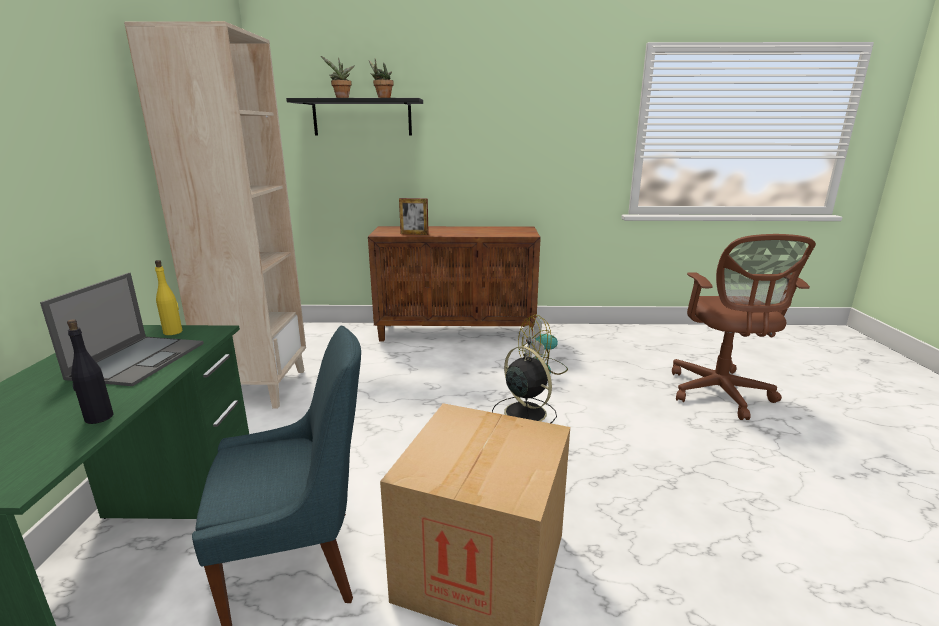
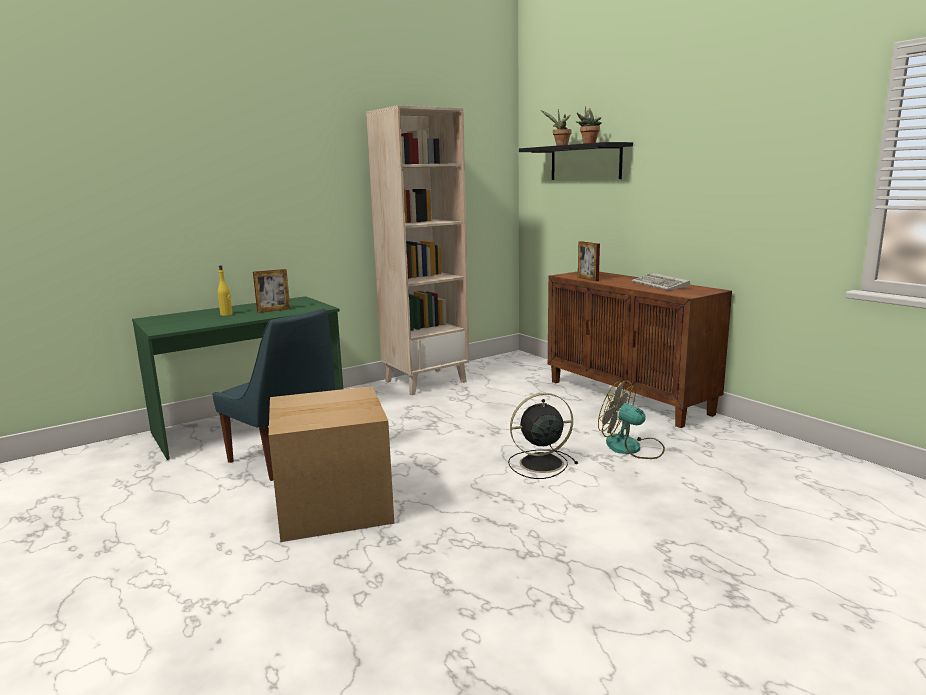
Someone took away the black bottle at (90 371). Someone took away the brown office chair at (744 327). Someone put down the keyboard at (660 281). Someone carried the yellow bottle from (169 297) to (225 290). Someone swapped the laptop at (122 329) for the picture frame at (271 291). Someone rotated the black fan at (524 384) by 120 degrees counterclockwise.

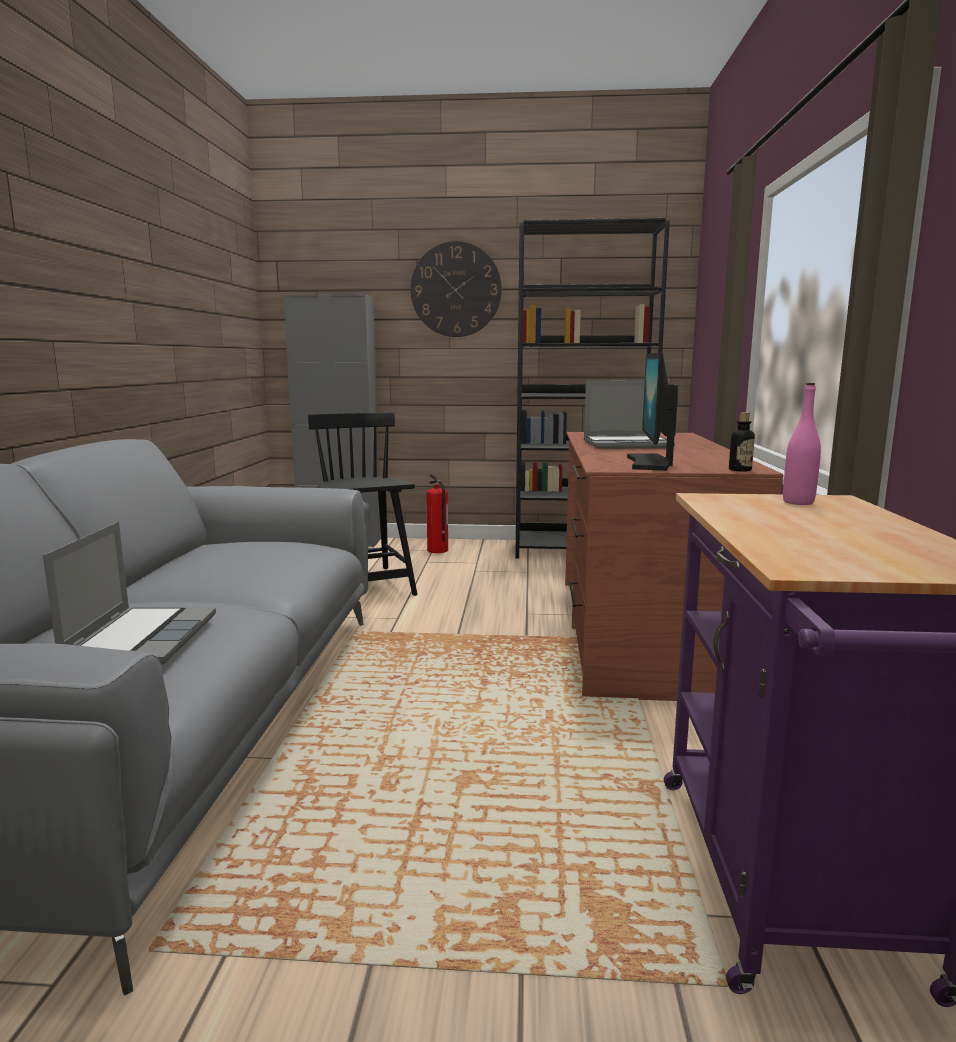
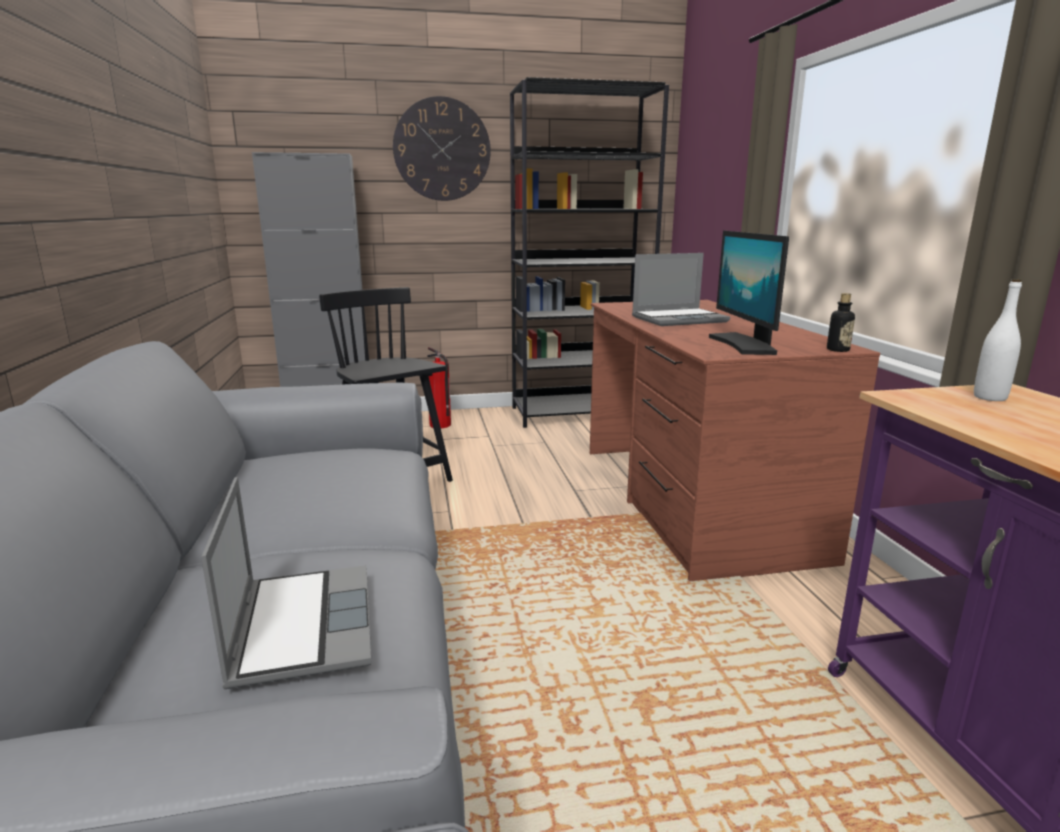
Someone repainted the pink bottle at (802 444), which became the white bottle at (998 340).

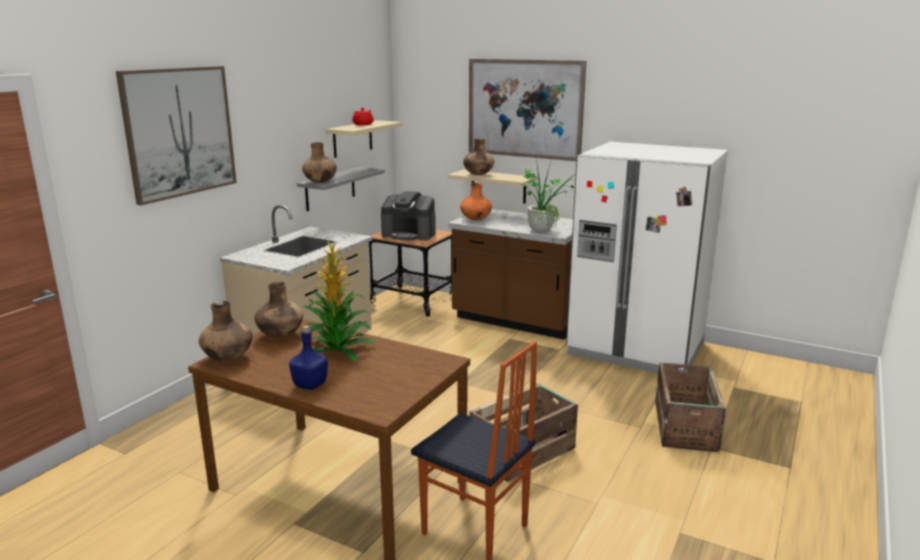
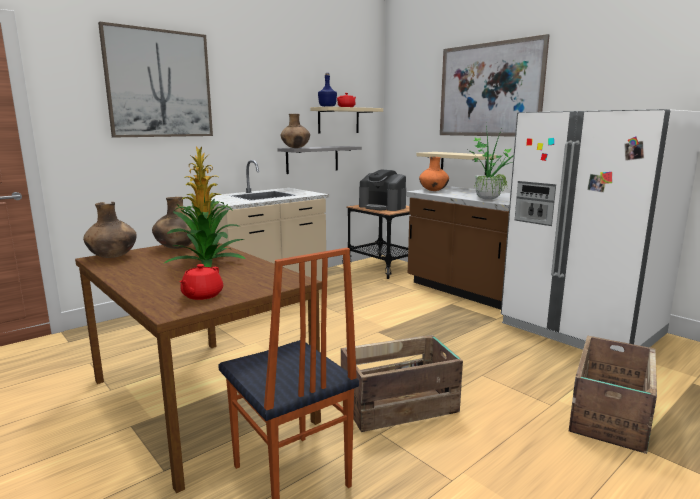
Someone took away the brown vase at (478 157). Someone put down the red teapot at (201 282). Someone carried the blue bottle from (308 358) to (327 90).

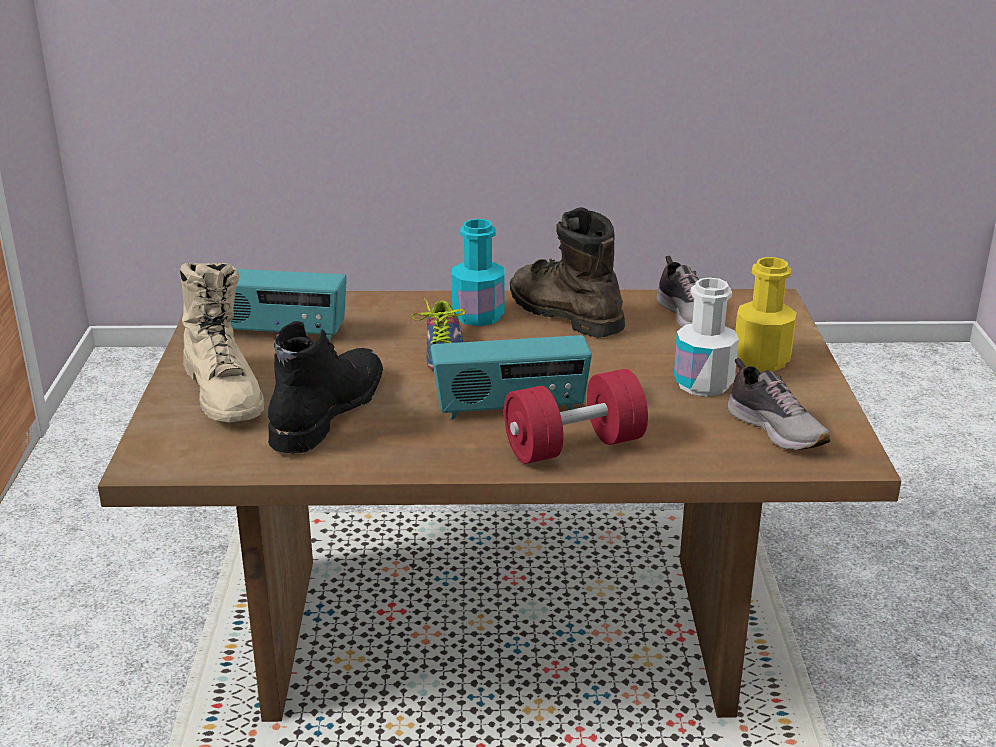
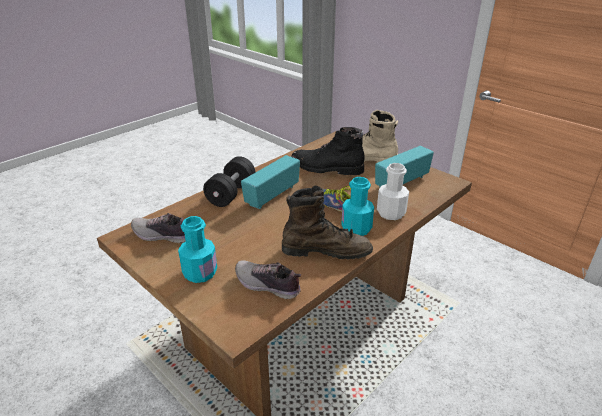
Someone carried the white bottle from (706 337) to (393 191). Someone repainted the red dumbbell at (576 416), which became the black dumbbell at (229 181). Someone repainted the yellow bottle at (765 314), which became the turquoise bottle at (197 249). Someone rotated the black boot at (325 387) by 135 degrees clockwise.

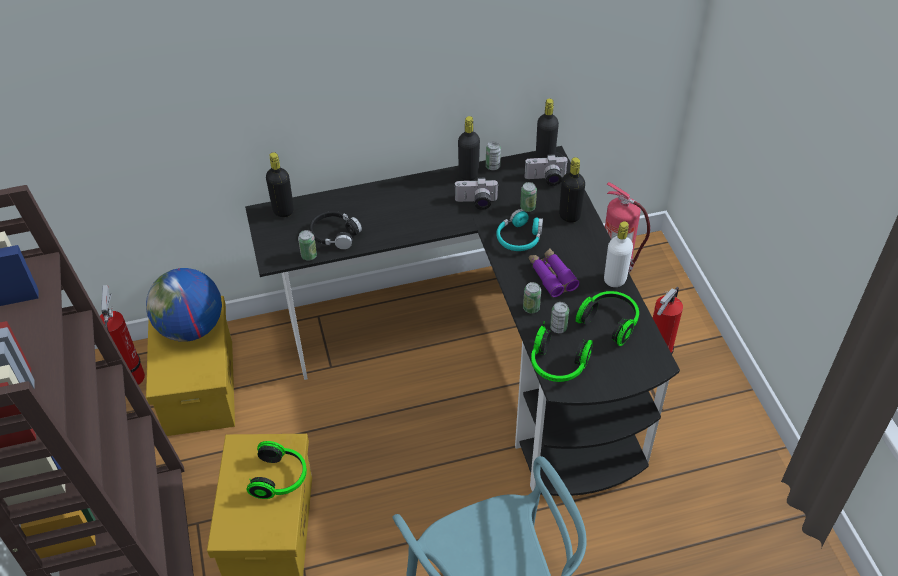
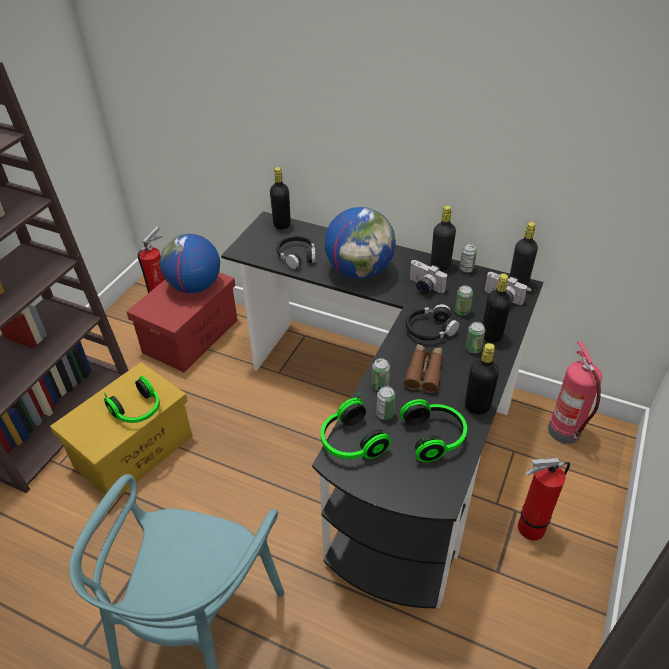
Someone put down the globe at (360 243). Someone carried the can from (307 245) to (475 337). Someone repainted the yellow storage box at (190 366), which became the red storage box at (181 322). Someone repainted the turquoise headphones at (519 230), which became the black headphones at (432 322). Someone repainted the purple binoculars at (554 273), which became the brown binoculars at (423 368). Someone repainted the white bottle at (618 254), which became the black bottle at (482 378).

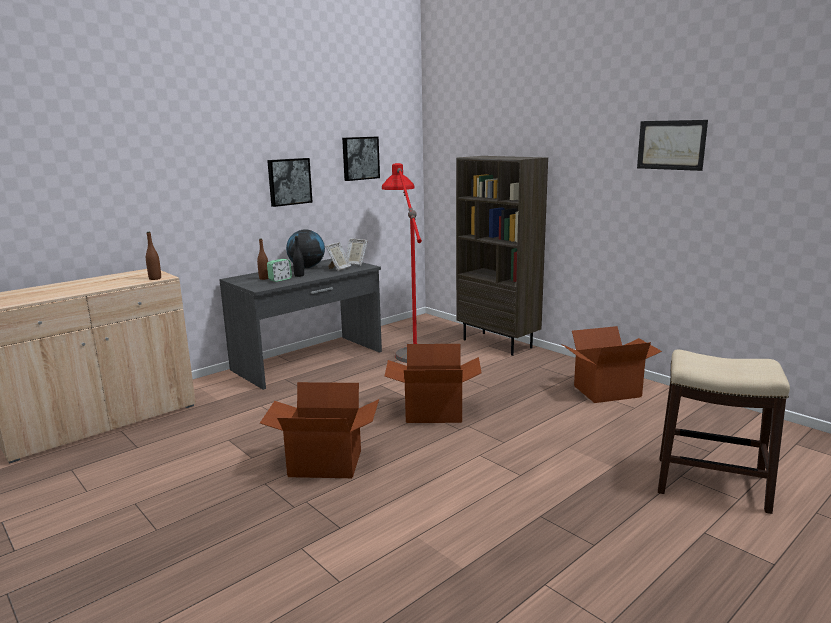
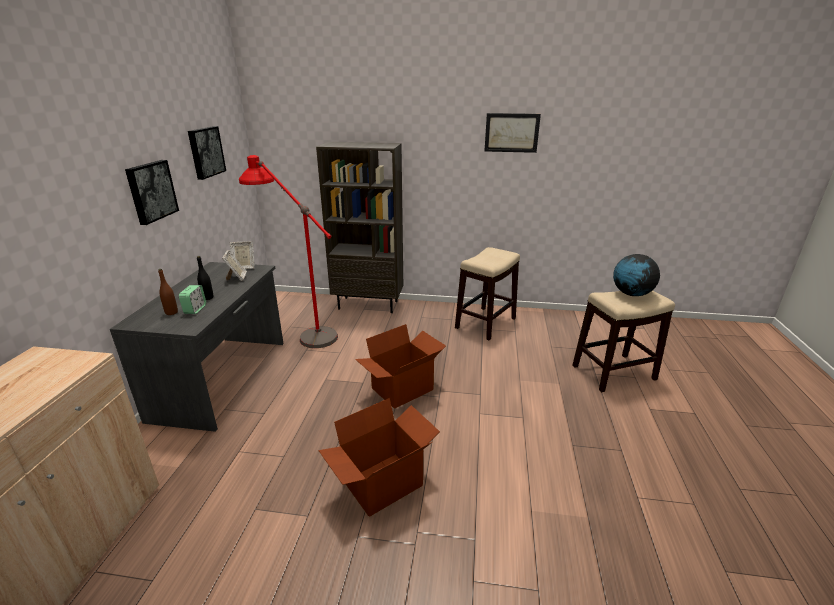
Someone took away the brown bottle at (153 256). Someone carried the globe from (305 248) to (636 275). Someone swapped the cardboard box at (611 364) for the stool at (487 293).

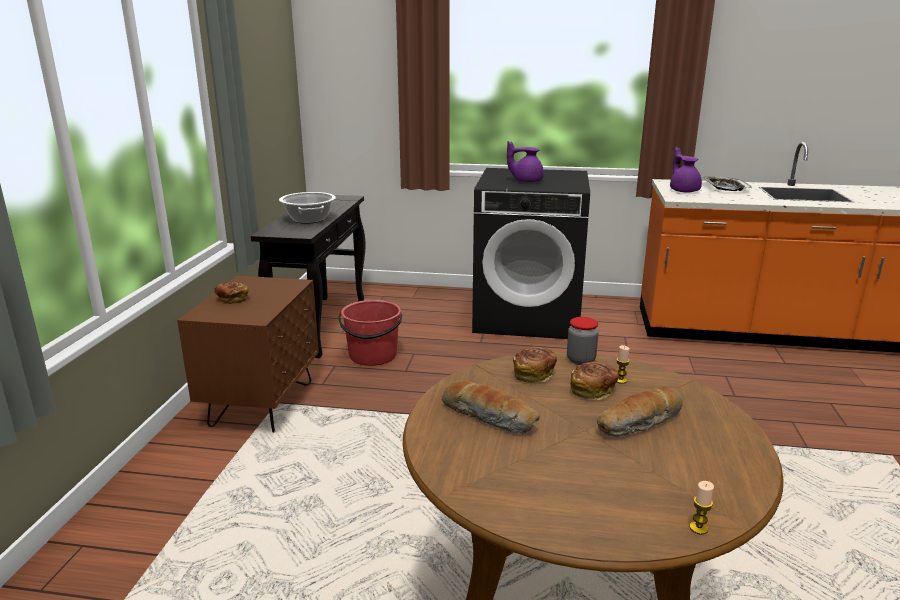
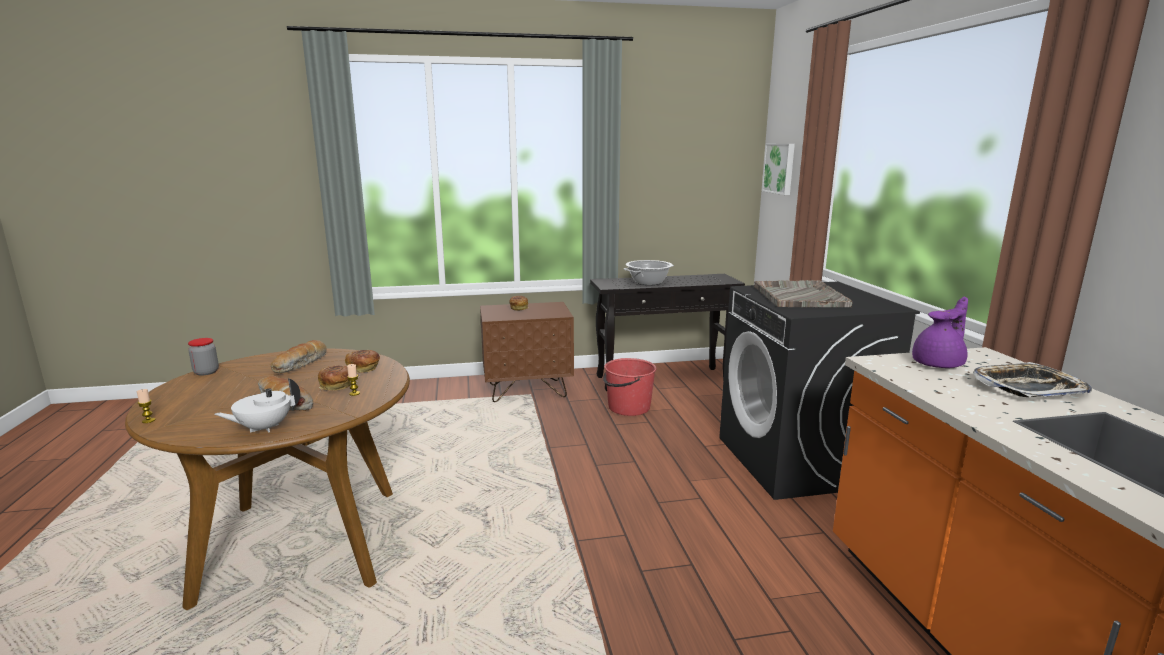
Someone put down the white teapot at (257 405). Someone put up the picture at (778 169). Someone carried the jar from (583 341) to (203 356). Someone swapped the purple teapot at (525 161) for the grey tray at (803 293).

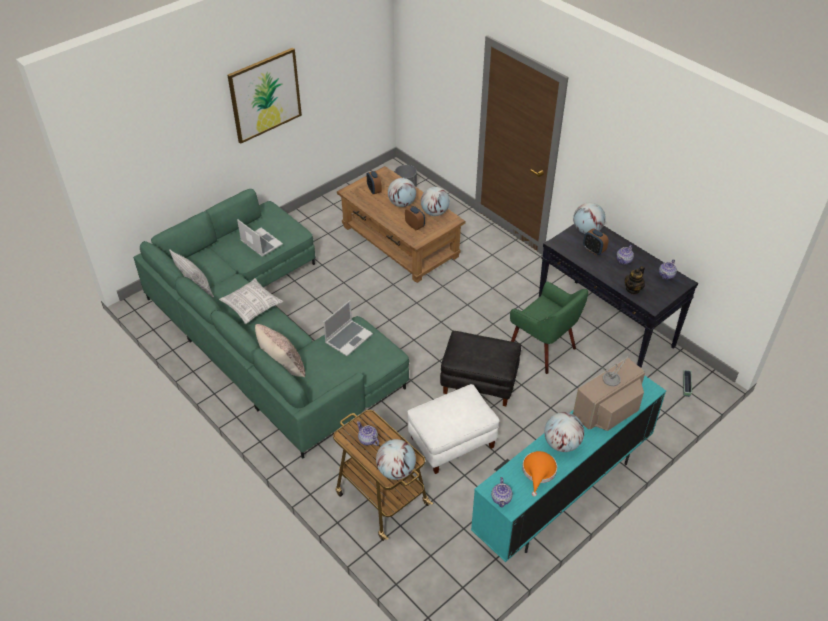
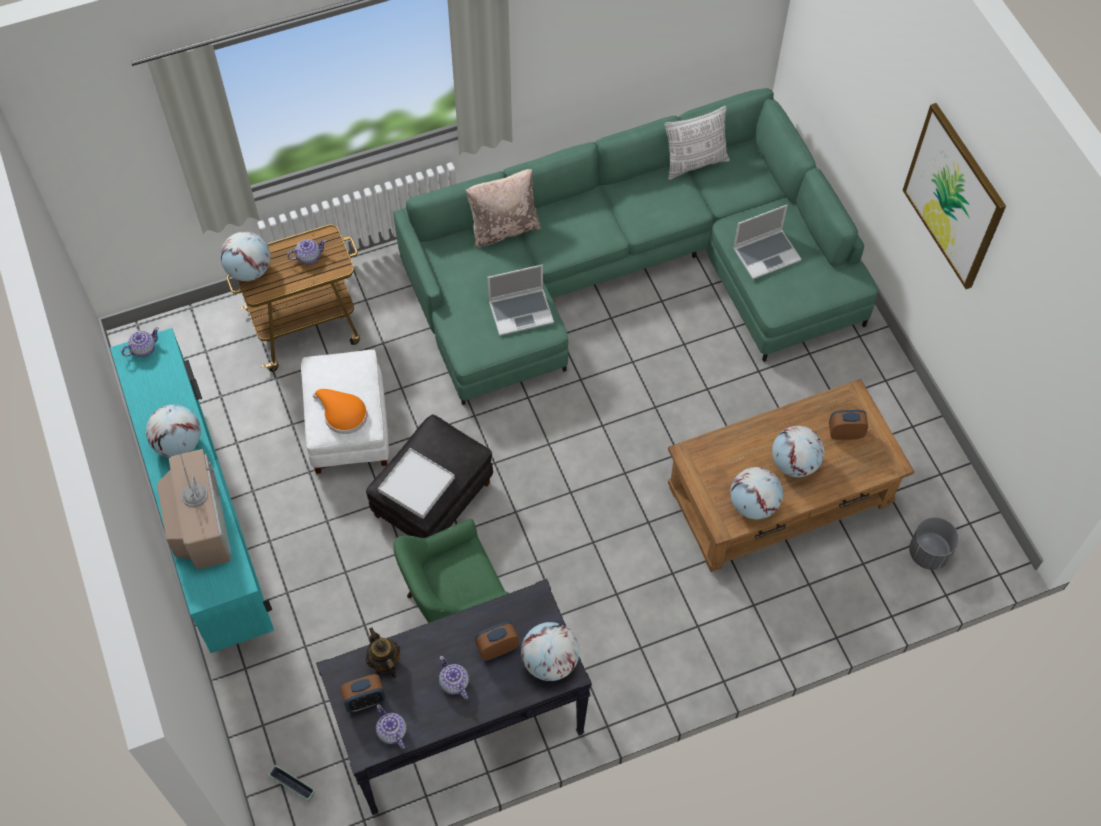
Someone took away the pillow at (251 301). Someone put down the white tray at (416 483). Someone carried the alarm clock from (415 218) to (362 693). Someone carried the orange hat from (539 474) to (340 411). Someone rotated the laptop at (348 328) by 75 degrees counterclockwise. Someone rotated the teapot at (502 492) by 120 degrees clockwise.

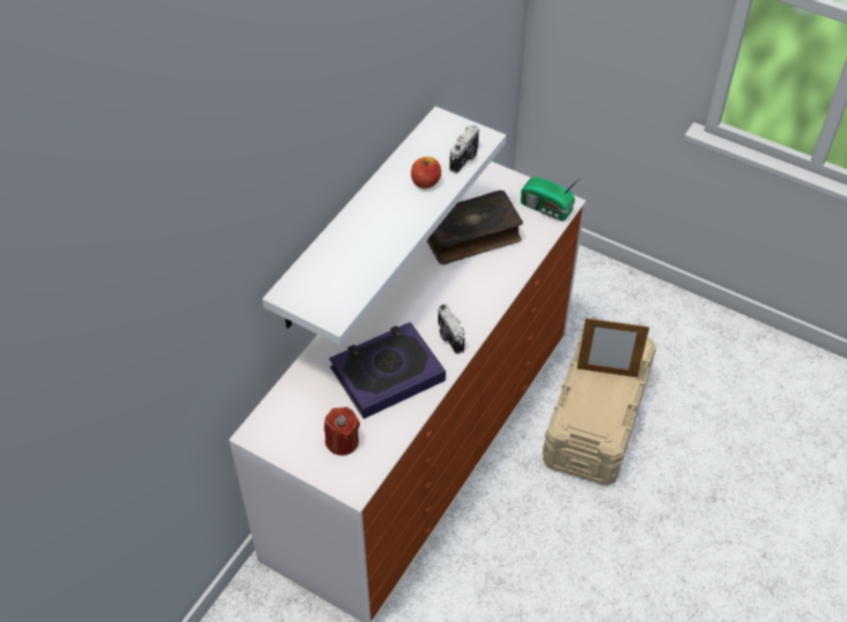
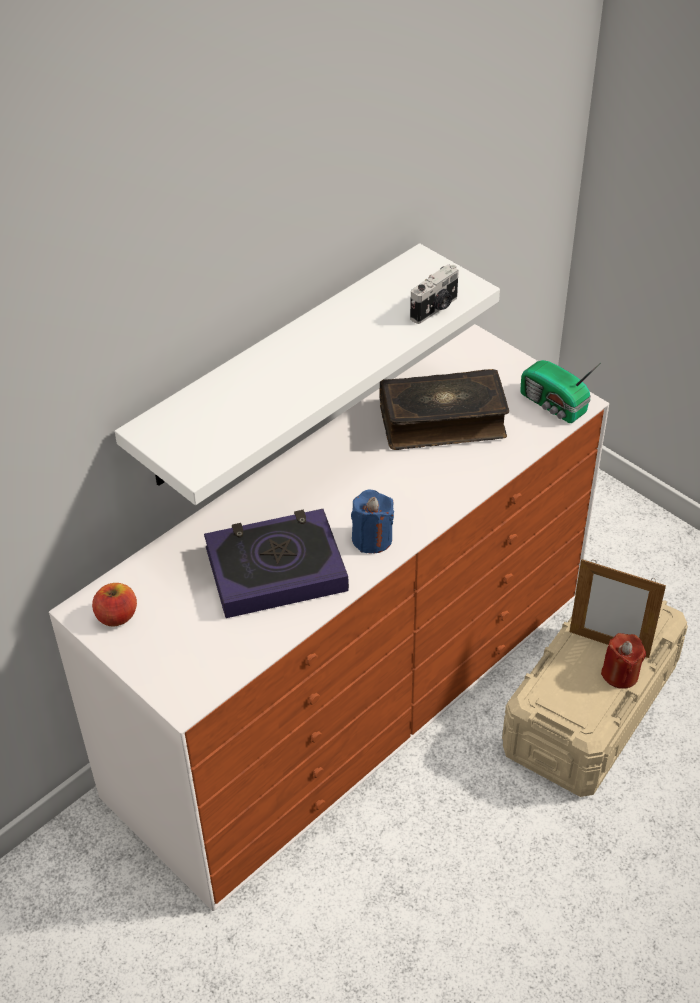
Someone carried the red candle from (342 431) to (623 661). Someone carried the apple from (426 173) to (114 605). Someone swapped the photo camera at (451 329) for the blue candle at (372 522).

